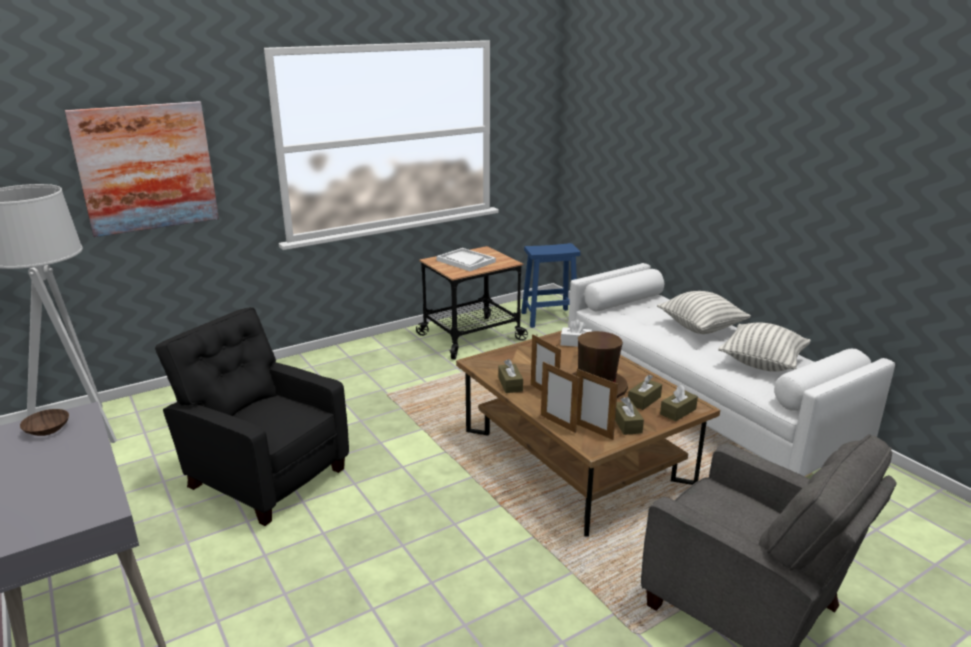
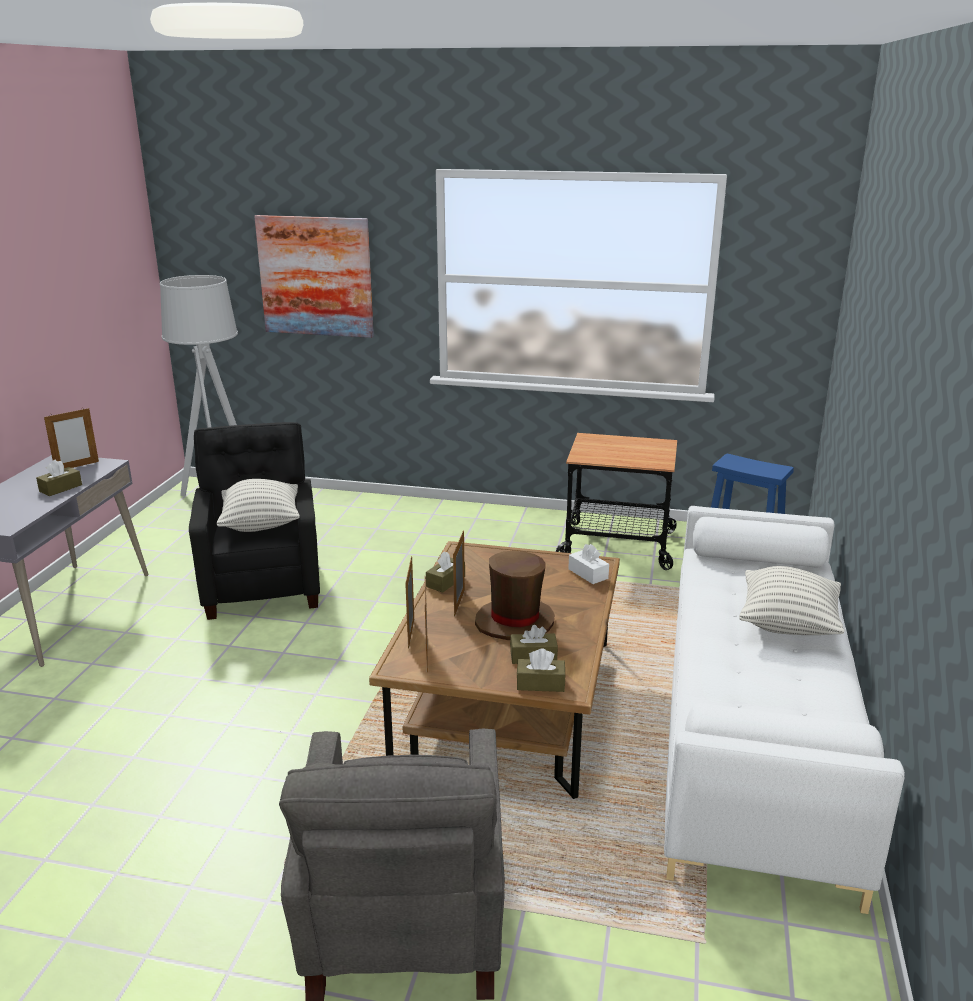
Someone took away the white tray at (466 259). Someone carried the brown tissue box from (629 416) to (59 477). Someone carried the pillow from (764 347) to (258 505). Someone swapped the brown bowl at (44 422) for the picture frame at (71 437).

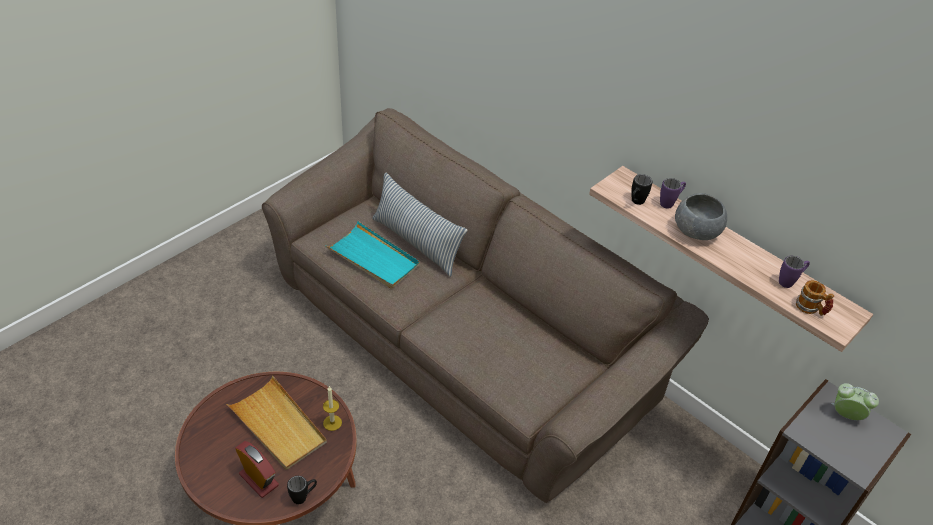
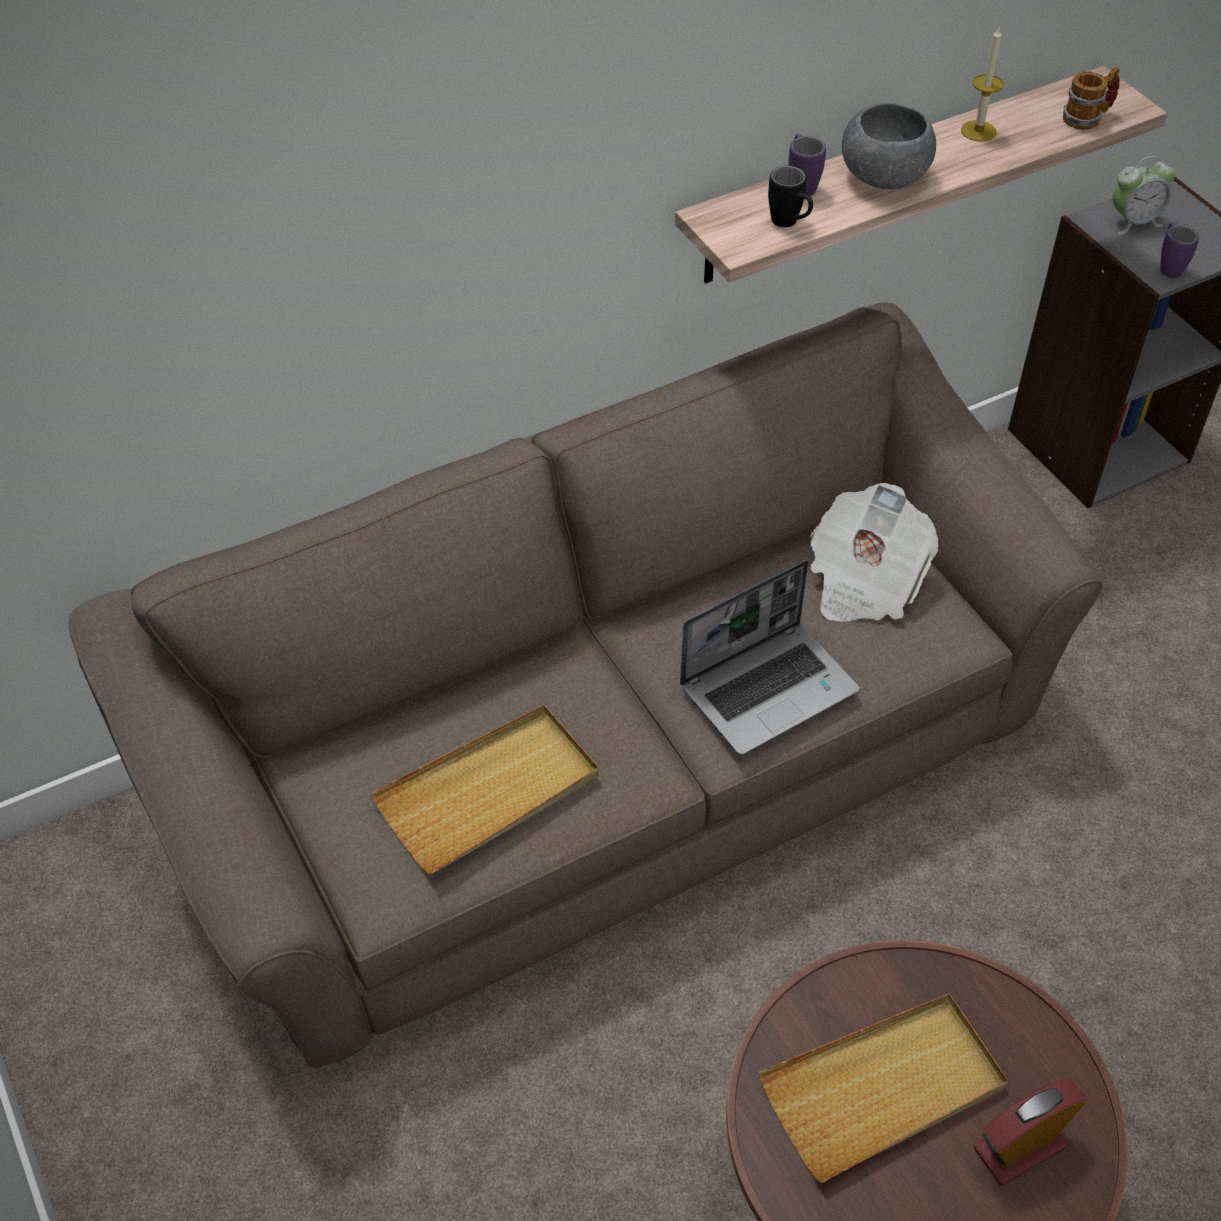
Someone took away the black mug at (302 490). Someone took away the pillow at (419 225). Someone put down the laptop at (770 657). Someone put down the newspaper at (874 552). Someone carried the candle from (332 408) to (982 85). Someone carried the purple mug from (794 272) to (1179 250). Someone repainted the turquoise tray at (372 255), which became the beige tray at (485 790). Someone rotated the alarm clock at (855 401) by 150 degrees counterclockwise.

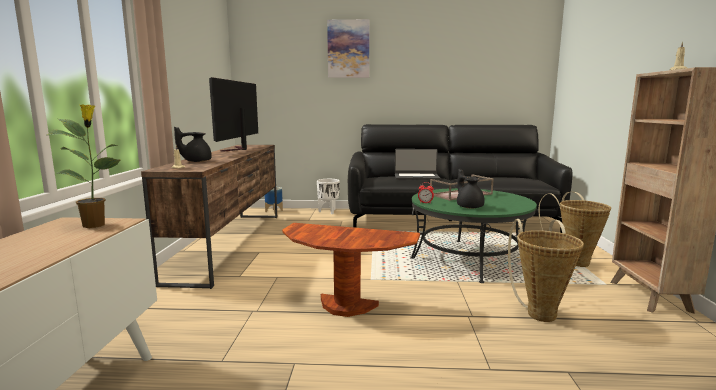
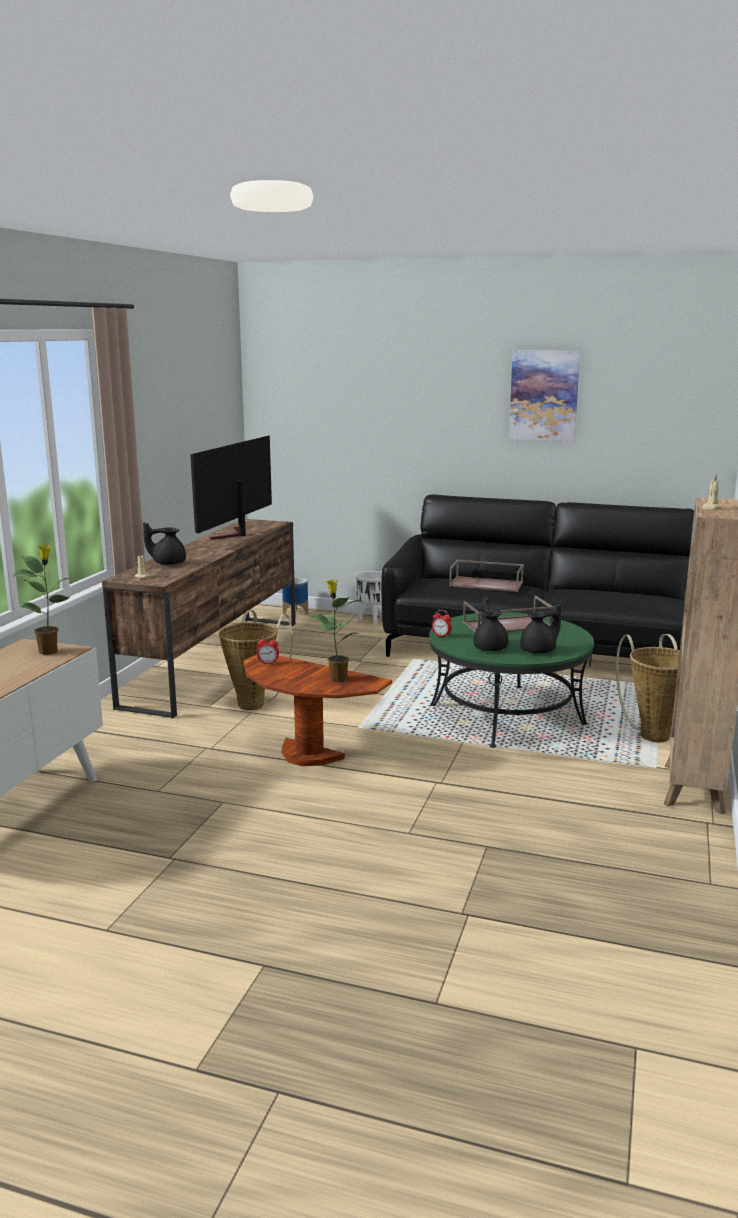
Someone put down the alarm clock at (268 650). Someone put down the potted plant at (336 631). Someone put down the black teapot at (540 627). Someone carried the picture from (348 48) to (544 395). Someone carried the basket from (546 270) to (256 660). Someone swapped the laptop at (417 164) for the brown tray at (486 576).

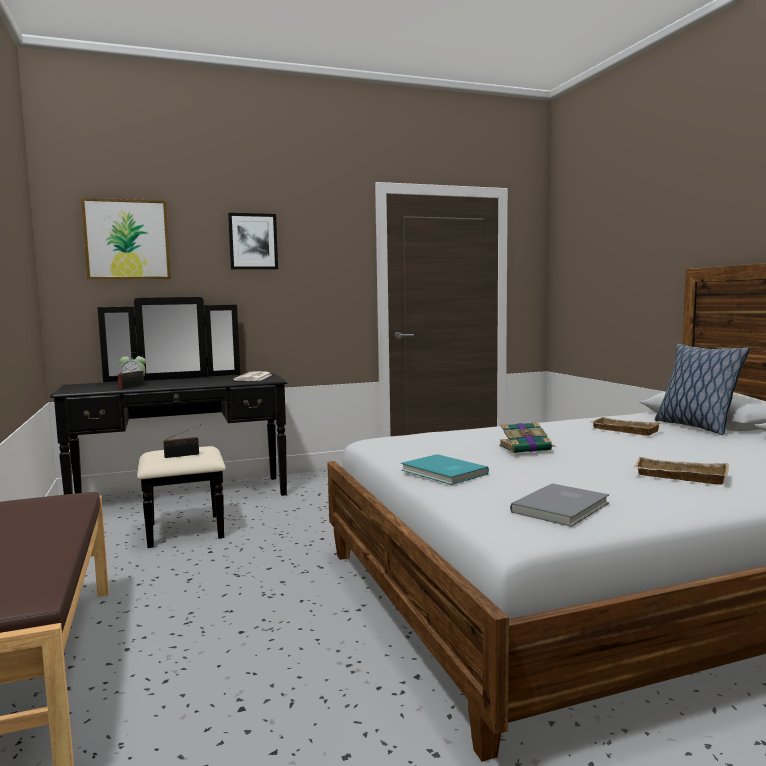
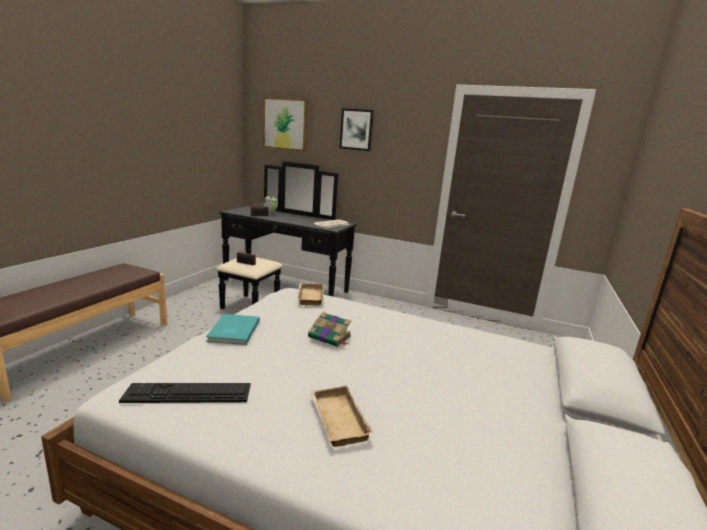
Someone took away the pillow at (702 389). Someone carried the beige tray from (625 426) to (310 294). Someone swapped the grey book at (559 505) for the keyboard at (185 393).

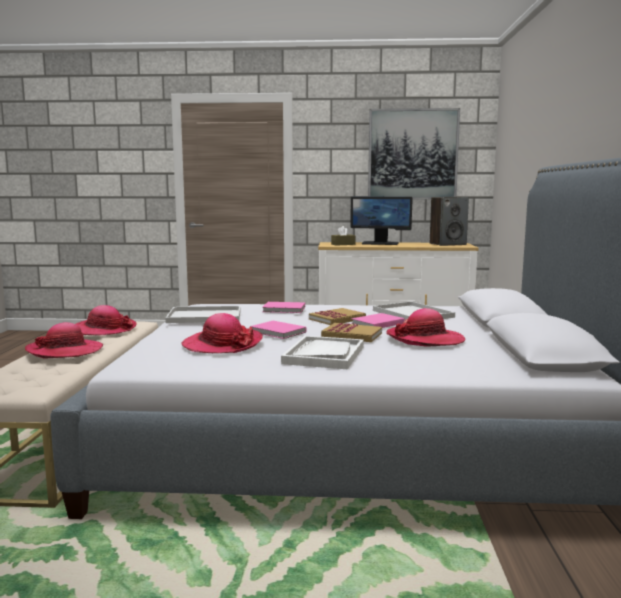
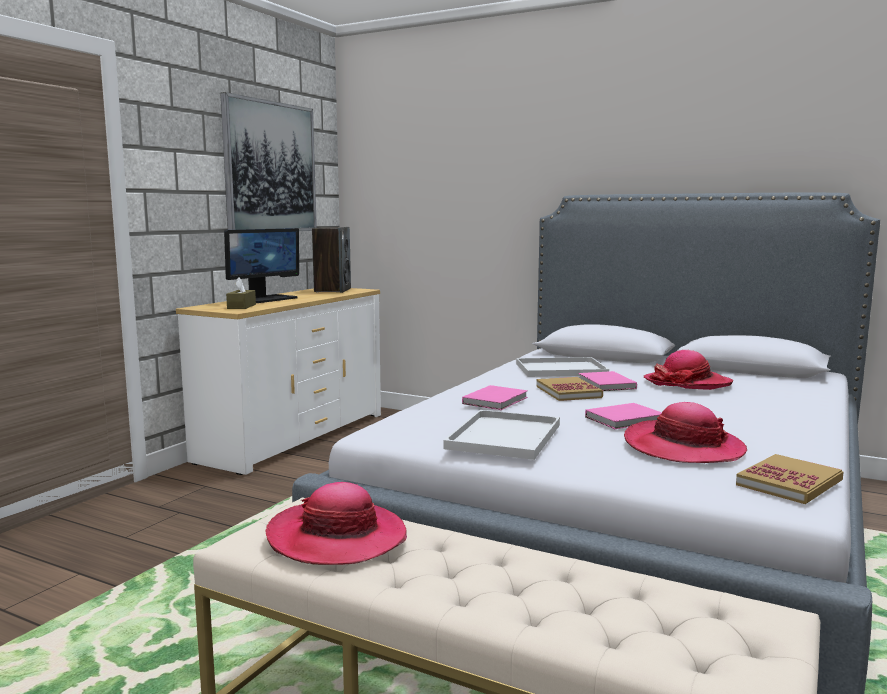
Someone took away the hat at (64 340). Someone took away the white tray at (322 352). Someone carried the book from (351 332) to (790 479).

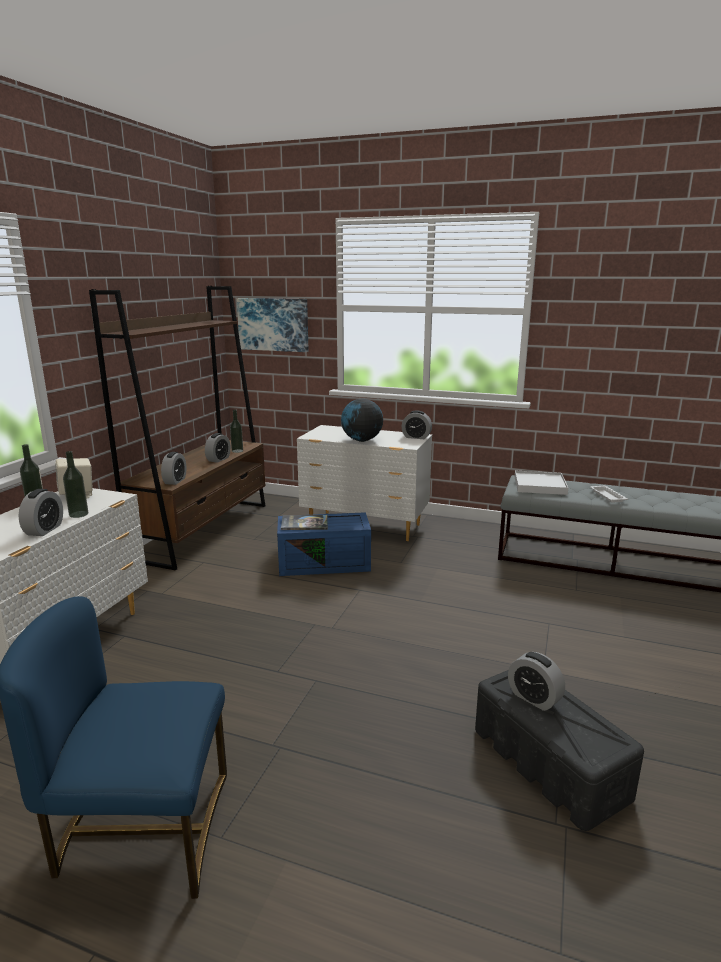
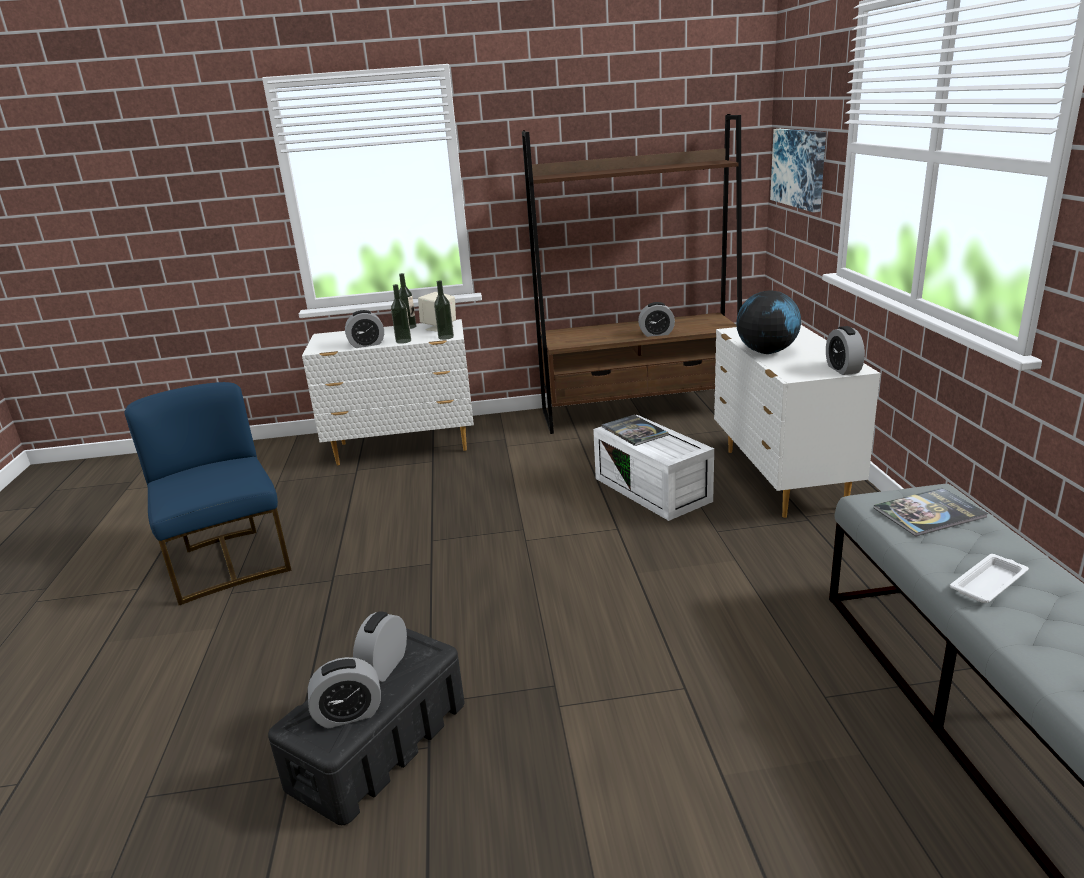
Someone carried the alarm clock from (173 468) to (344 693). Someone carried the bottle from (236 431) to (444 310). Someone swapped the white tray at (541 483) for the book at (931 512). Someone repainted the blue storage box at (324 544), which became the white storage box at (653 468).

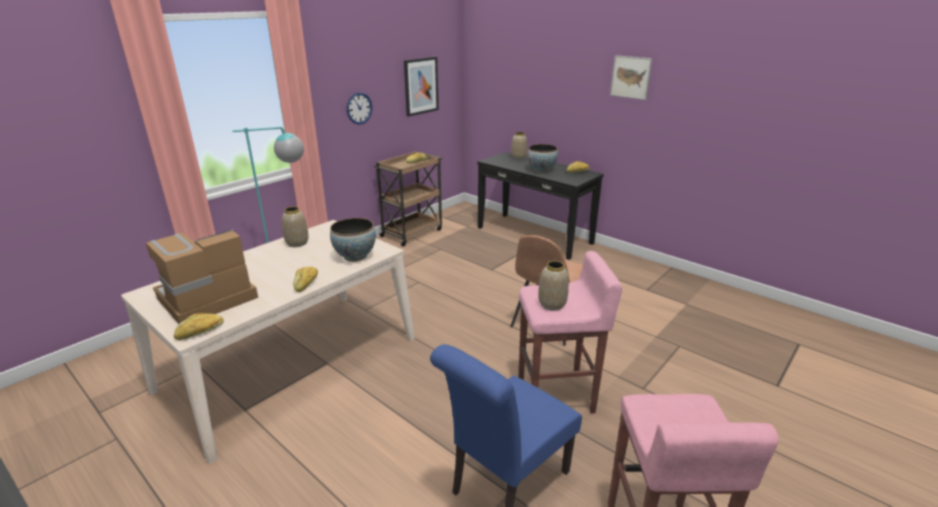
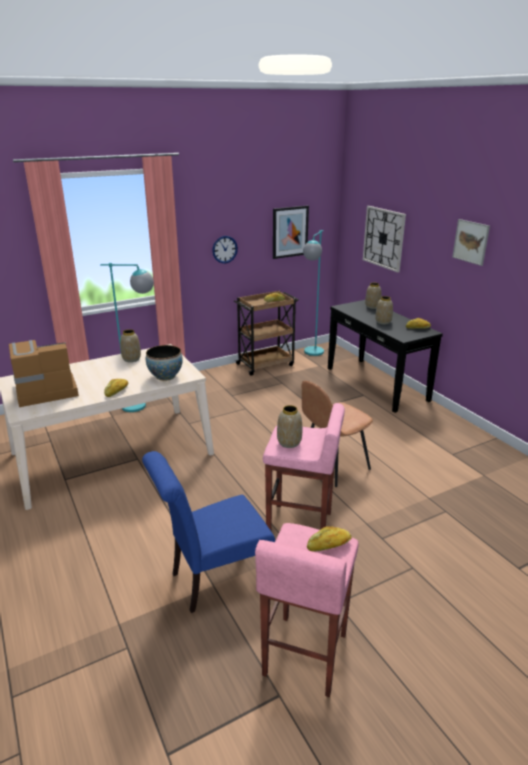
Someone put down the turquoise floor lamp at (313 293). Someone put up the wall clock at (384 239). Someone carried the bread from (199 326) to (329 539). Someone swapped the bowl at (543 158) for the vase at (384 310).

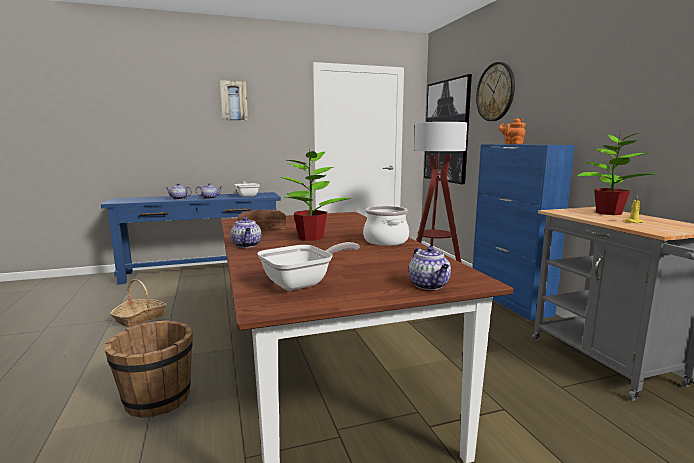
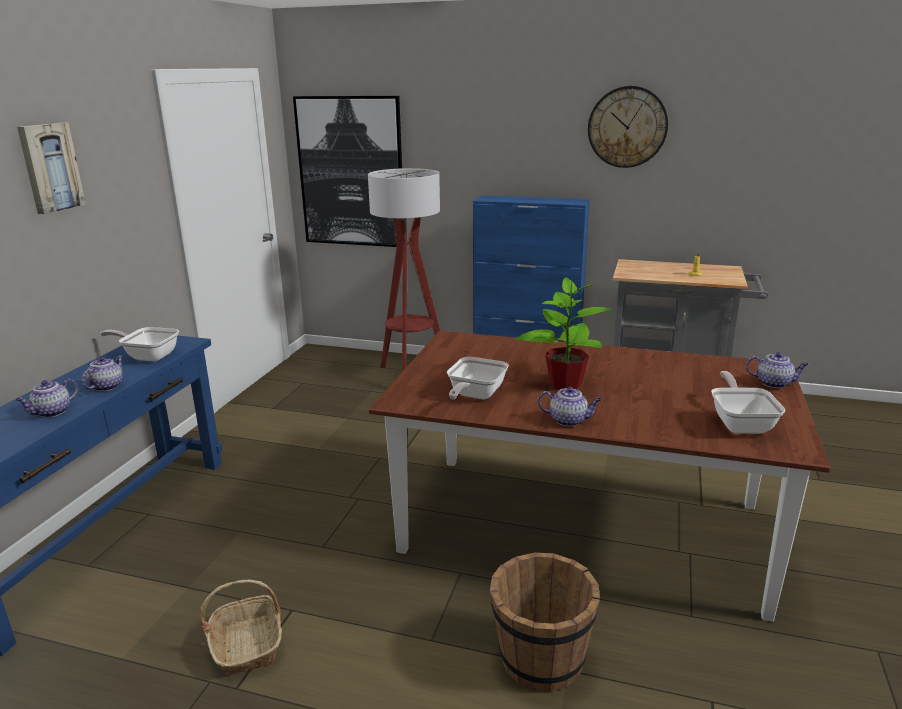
Someone took away the cooking pot at (386 226). Someone took away the orange teapot at (512 131). Someone took away the potted plant at (616 172). Someone carried the wall clock from (495 91) to (628 127). Someone swapped the bread at (262 219) for the frying pan at (478 378).

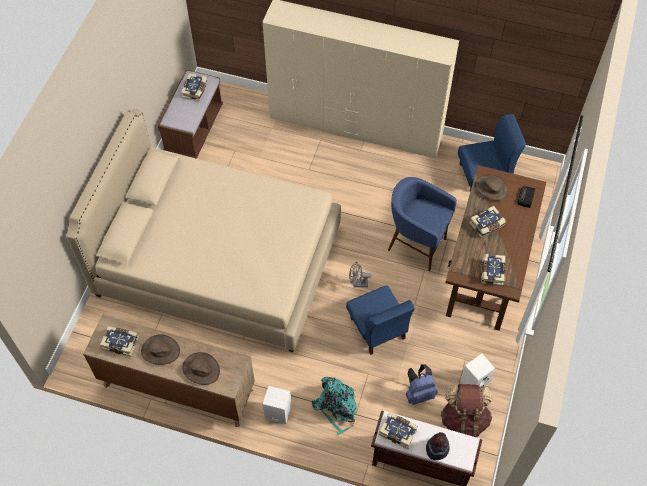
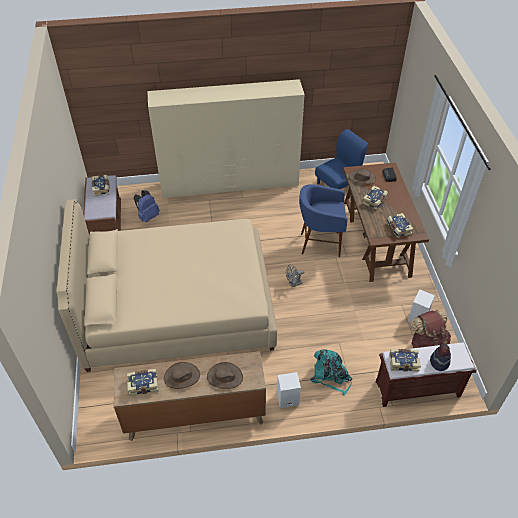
Someone took away the blue chair at (380 320). Someone carried the blue backpack from (422 384) to (147 206).

